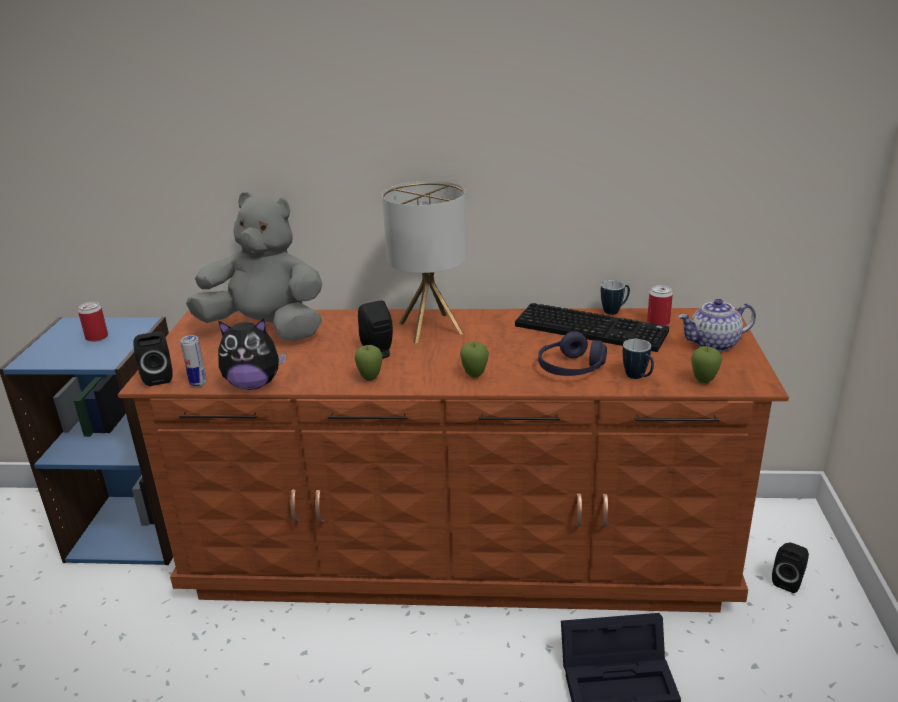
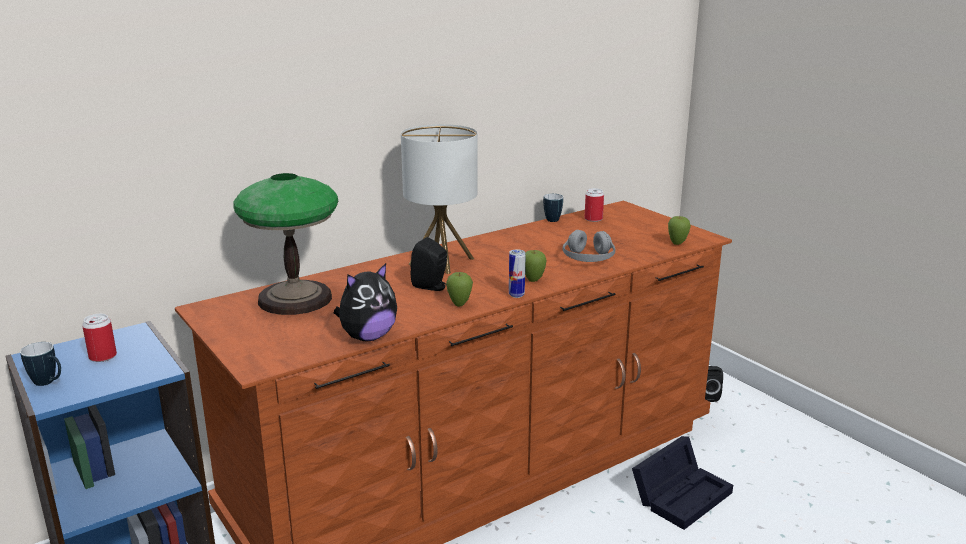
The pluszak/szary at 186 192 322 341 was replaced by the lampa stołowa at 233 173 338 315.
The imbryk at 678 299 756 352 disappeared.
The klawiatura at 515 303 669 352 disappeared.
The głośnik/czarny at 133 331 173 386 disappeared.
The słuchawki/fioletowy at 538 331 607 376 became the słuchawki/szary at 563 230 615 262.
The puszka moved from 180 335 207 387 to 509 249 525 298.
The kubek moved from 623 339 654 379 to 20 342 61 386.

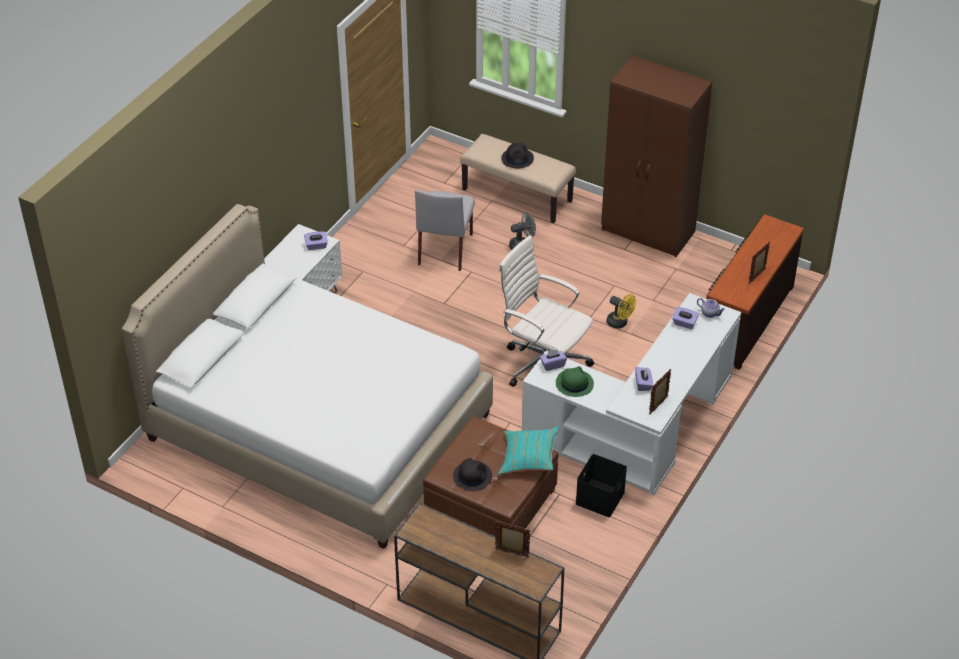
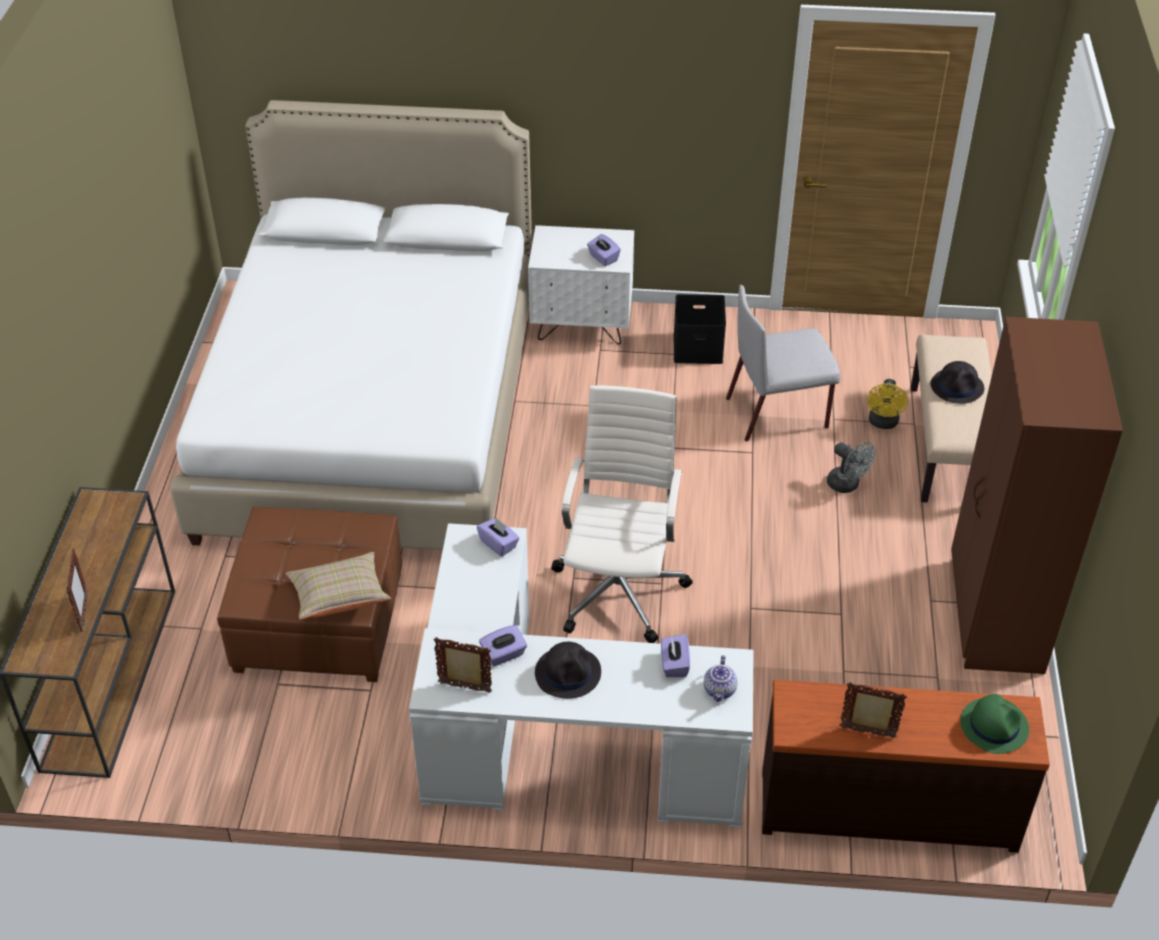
The wentylator/żółty moved from 606 294 636 329 to 867 379 908 429.
The kapelusz/zielony moved from 556 366 594 397 to 960 694 1029 754.
The poduszka/turkusowy at 498 426 559 475 became the poduszka/beżowy at 286 552 391 620.
The pojemnik do przechowywania/czarny moved from 576 454 627 517 to 674 294 726 364.
The kapelusz/czarny moved from 453 458 492 491 to 535 641 601 699.

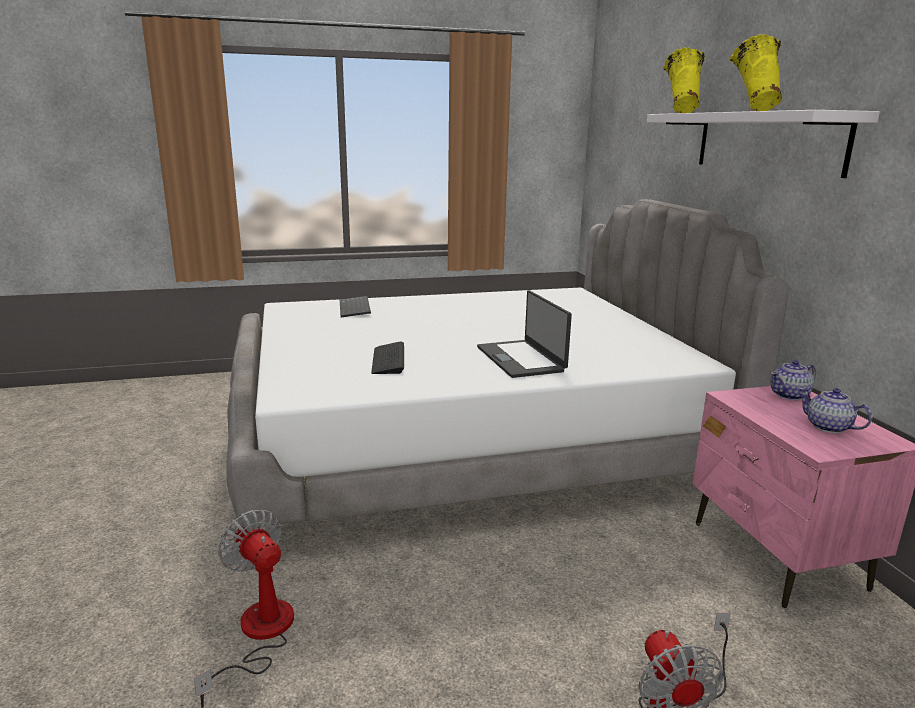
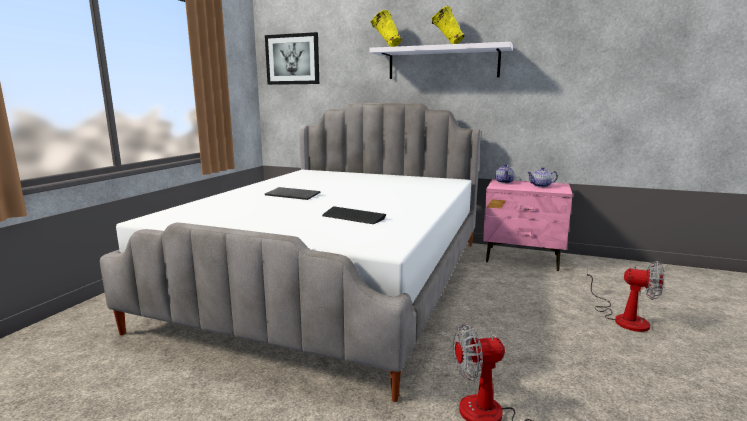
The laptop at 477 290 572 378 disappeared.
The klawiatura moved from 340 296 371 317 to 265 187 321 200.
The obraz at 265 32 319 85 appeared.

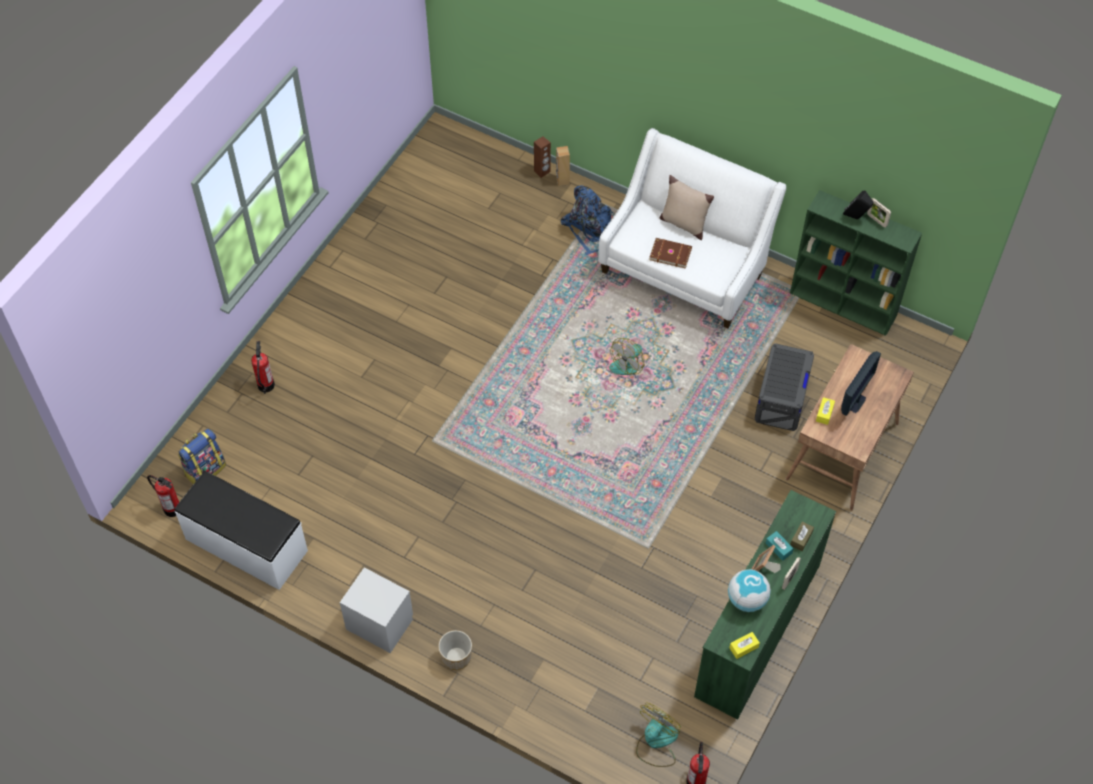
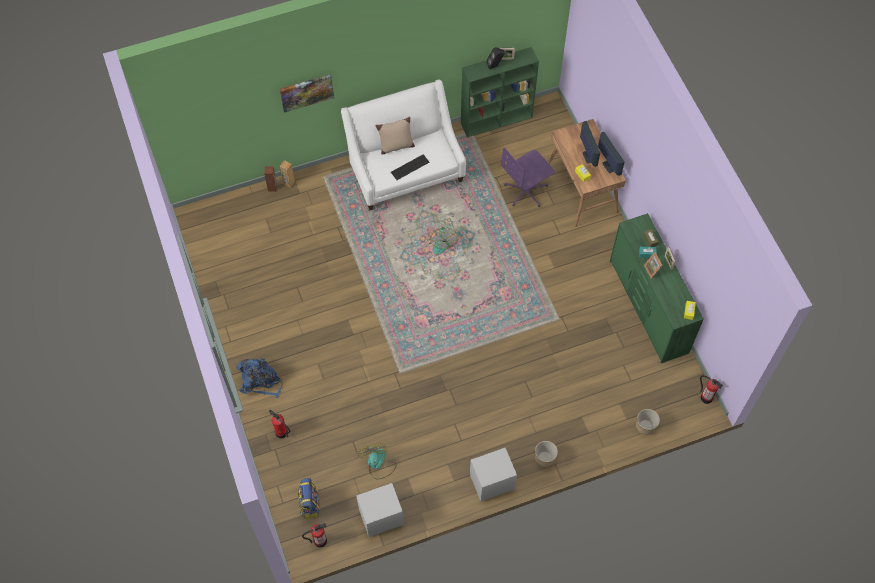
The plecak/niebieski moved from 561 185 613 255 to 236 358 282 398.
The książka/brązowy at 649 238 692 269 was replaced by the klawiatura at 391 154 429 180.
The pojemnik do przechowywania/szary at 755 343 814 431 was replaced by the krzesło biurowe/fioletowy at 501 148 555 207.
The ławka/biały at 175 471 308 590 was replaced by the szafka nocna/szary at 356 483 404 537.
The globus at 728 569 771 612 disappeared.
The wentylator moved from 636 703 681 767 to 357 443 397 479.
The obraz at 280 74 334 113 appeared.
The monitor at 598 132 625 176 appeared.
The donica at 636 409 660 435 appeared.

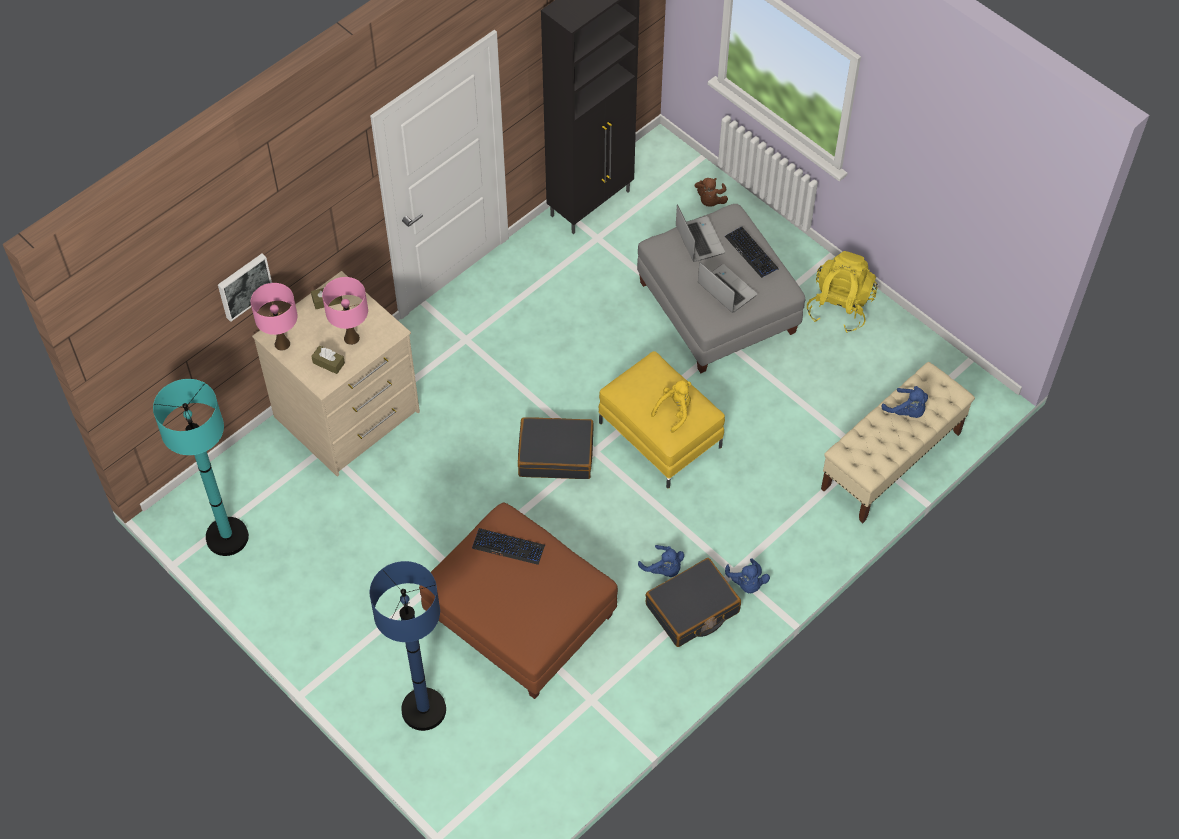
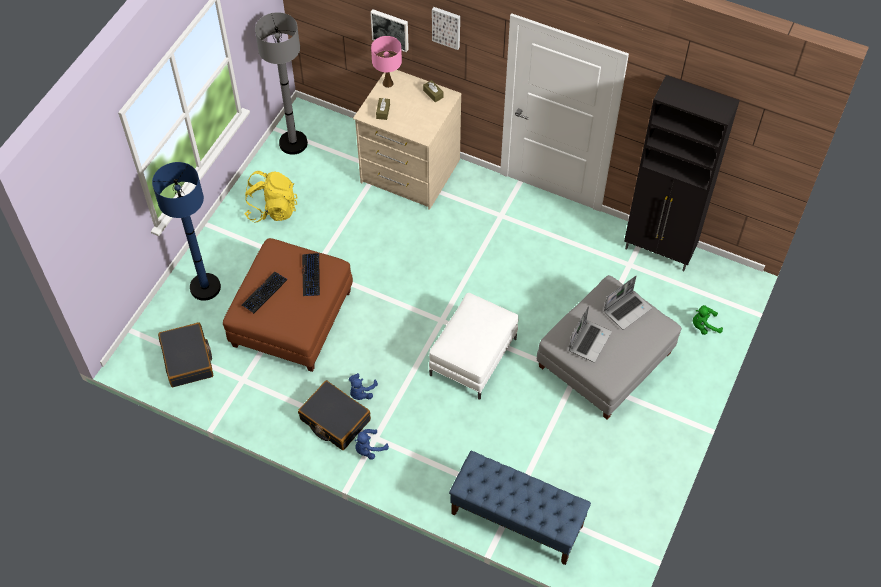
The pluszak/brązowy at 695 178 728 206 became the pluszak/zielony at 693 305 723 335.
The klawiatura moved from 725 227 779 278 to 242 272 287 313.
The plecak/żółty moved from 807 251 878 333 to 245 171 298 223.
The lampa stołowa/różowy at 322 277 368 345 disappeared.
The pufa/żółty at 599 351 725 488 became the pufa/biały at 429 293 518 400.
The ławka/beżowy at 821 362 975 523 became the ławka/niebieski at 449 451 591 565.
The lampa stojąca/turkusowy at 153 379 249 556 became the lampa stojąca/szary at 255 12 308 155.
The pluszak/żółty at 651 380 691 433 disappeared.
The pluszak/niebieski at 882 386 928 418 disappeared.
The walizka/czarny moved from 518 417 593 479 to 158 322 213 387.
The obraz at 432 7 460 50 appeared.

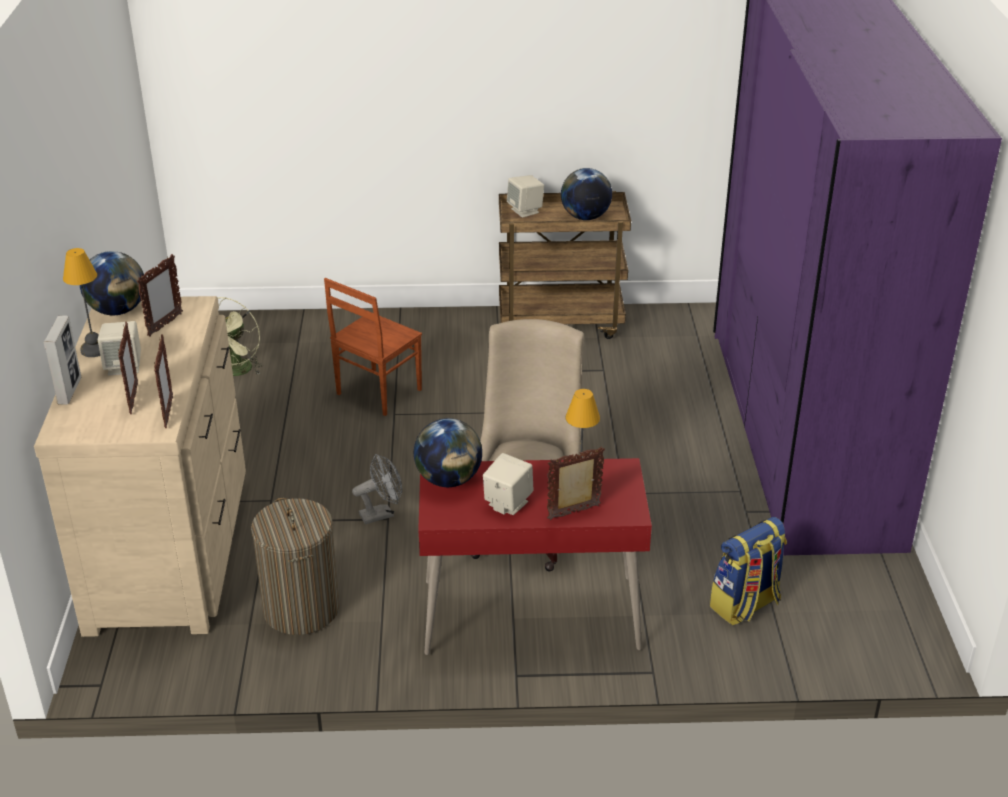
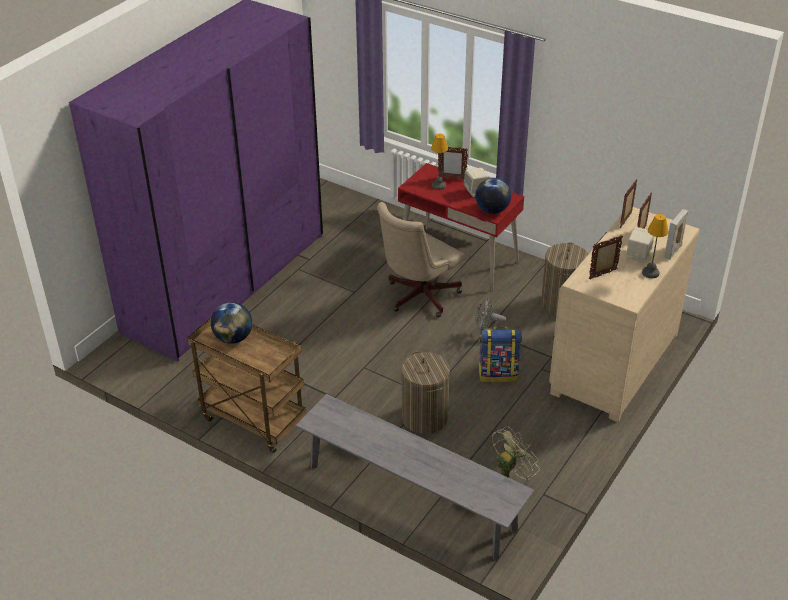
The głośnik/beżowy at 507 175 544 218 disappeared.
The globus at 80 251 144 315 disappeared.
The krzesło/brązowy at 324 278 422 416 was replaced by the kosz na pranie at 401 351 450 434.
The plecak moved from 710 517 787 625 to 478 326 522 383.
The ławka/szary at 296 394 534 559 appeared.

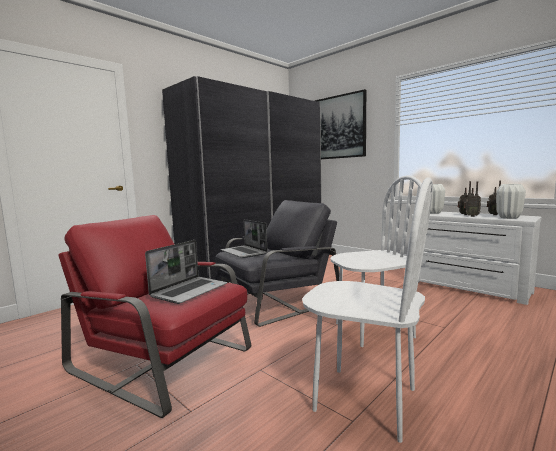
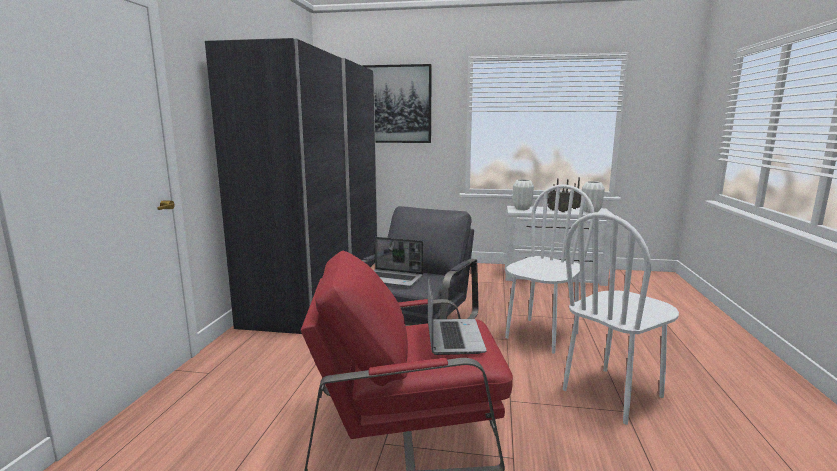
The krzesło/biały at 302 177 433 443 turned 150 degrees clockwise.

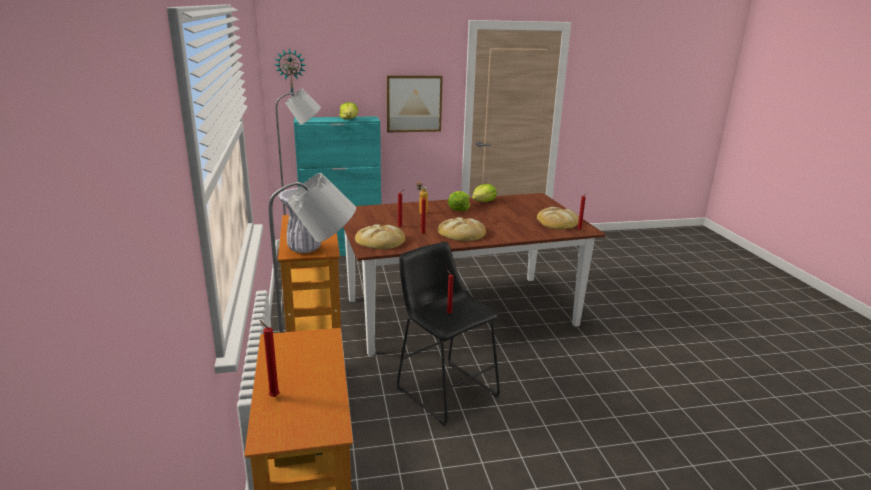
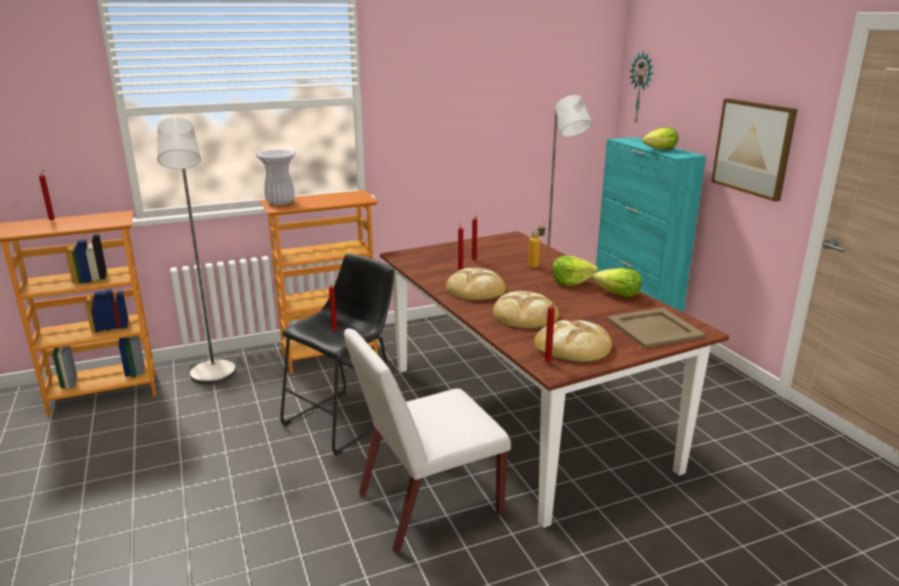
The chleb moved from 355 224 405 249 to 493 291 559 328.
The taca/beżowy at 606 308 705 348 appeared.
The krzesło/biały at 344 328 511 553 appeared.

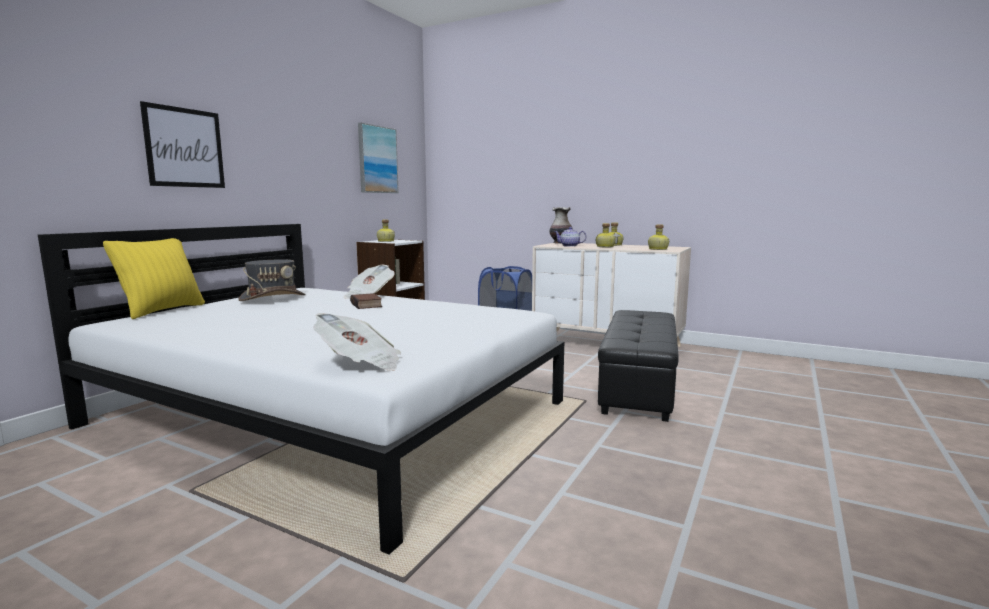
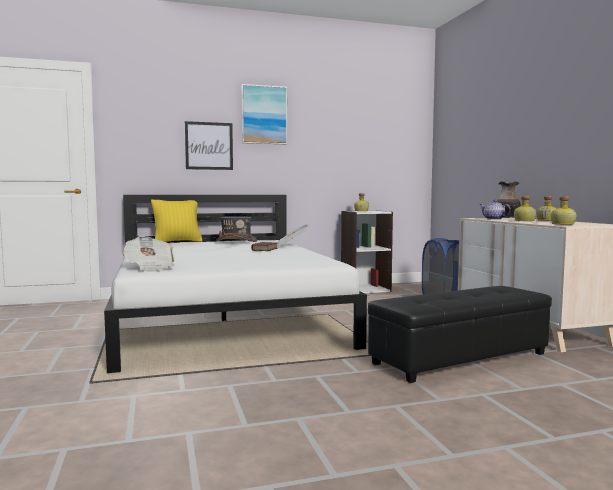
The obraz moved from 358 123 399 193 to 241 84 287 144.

